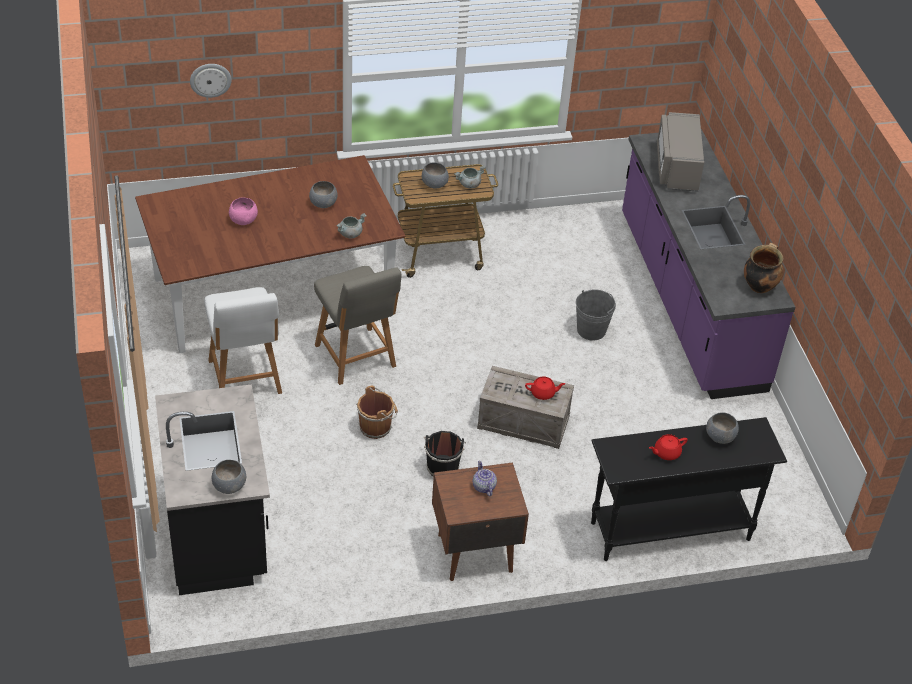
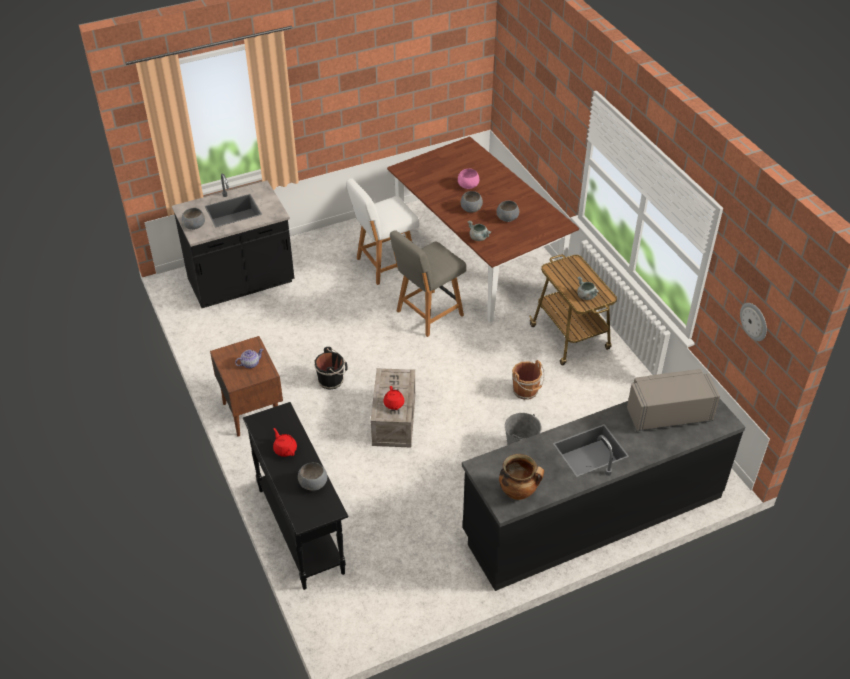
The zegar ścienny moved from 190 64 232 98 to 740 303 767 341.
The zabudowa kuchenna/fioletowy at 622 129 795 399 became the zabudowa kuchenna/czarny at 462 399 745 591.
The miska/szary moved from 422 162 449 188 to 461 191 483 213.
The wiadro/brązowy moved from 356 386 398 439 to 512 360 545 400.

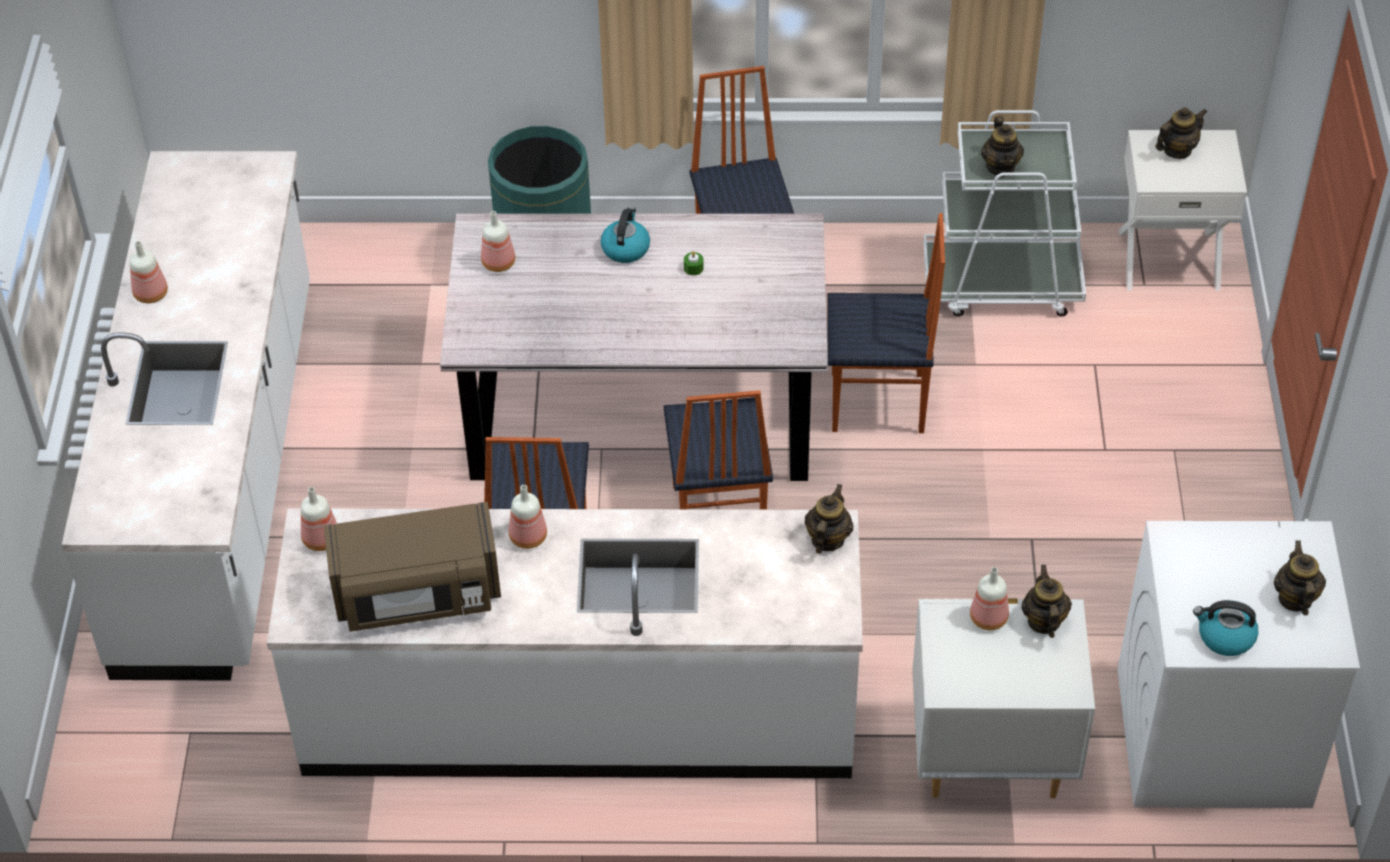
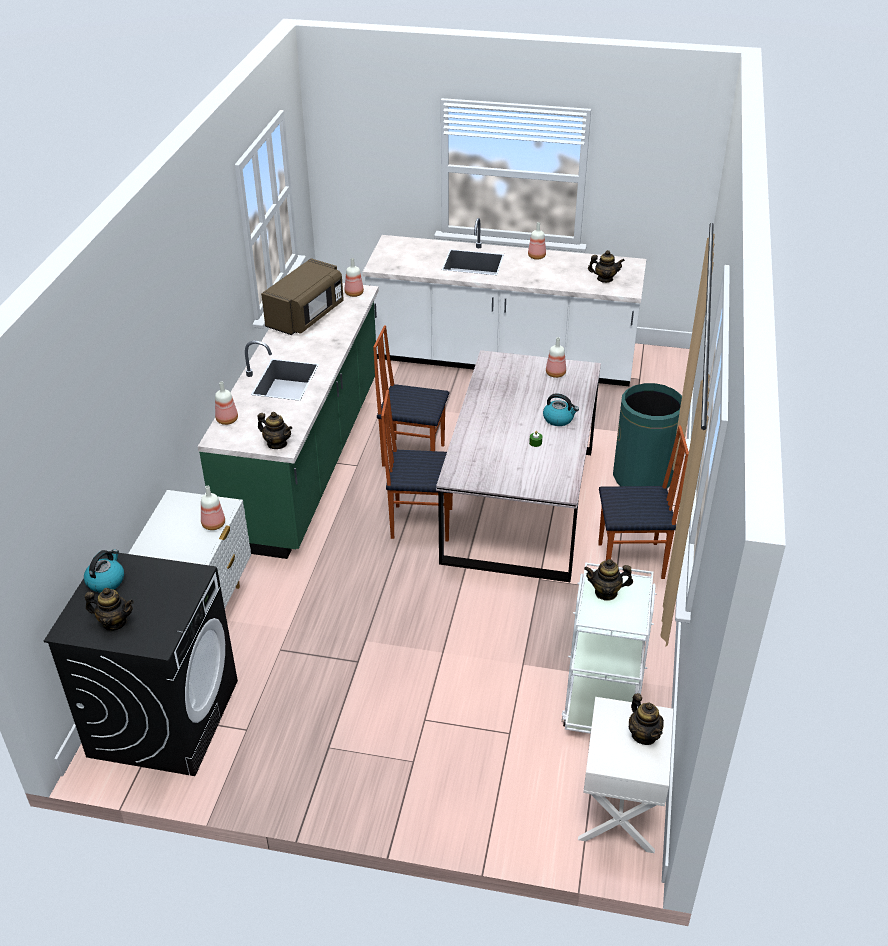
The krzesło at 827 213 945 433 disappeared.
The butelka moved from 509 485 547 549 to 215 381 238 425.
The mikrofalówka/brązowy at 324 502 501 632 turned 150 degrees counterclockwise.
The zabudowa kuchenna/biały at 267 508 863 778 became the zabudowa kuchenna/zielony at 198 283 379 559.
The pralka/biały at 1118 521 1360 808 became the pralka/czarny at 44 550 238 776.
The imbryk moved from 1021 565 1072 638 to 588 250 625 283.

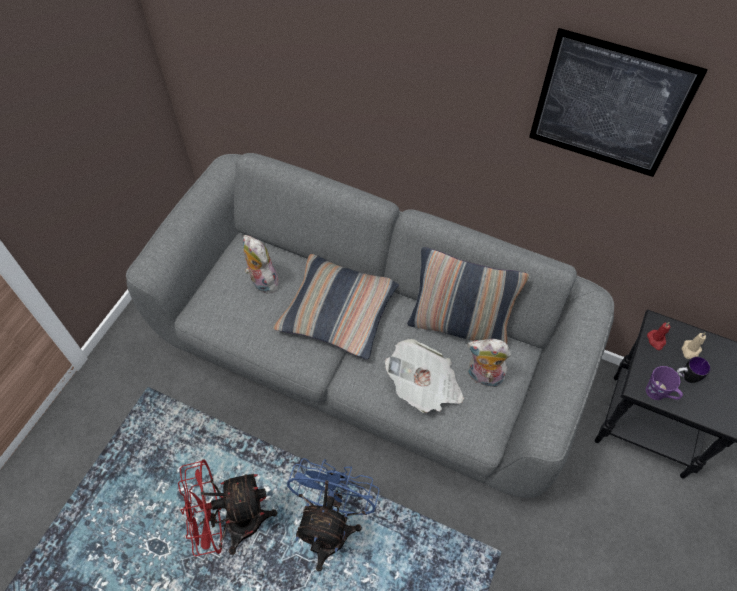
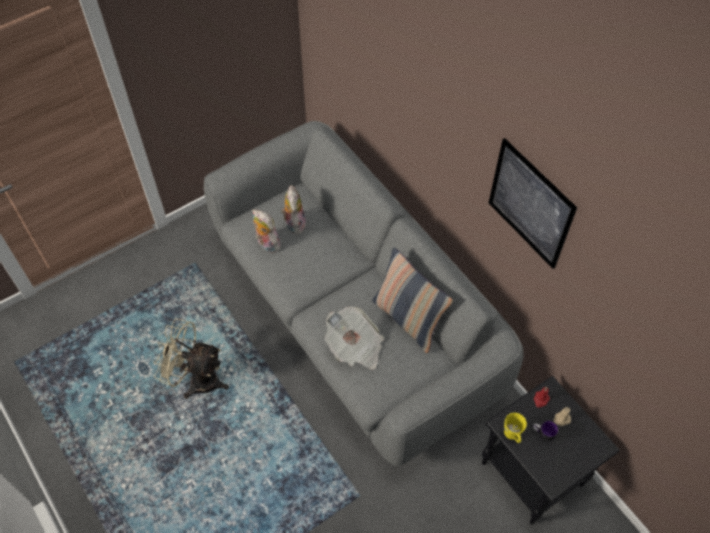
The poduszka at 273 254 399 359 disappeared.
The pluszak moved from 468 339 511 387 to 252 209 280 253.
The kubek/fioletowy at 646 366 683 400 became the kubek/żółty at 504 413 527 443.
The wentylator/niebieski at 287 458 380 571 disappeared.
The wentylator/czerwony at 178 459 278 556 became the wentylator/beżowy at 153 318 229 399.

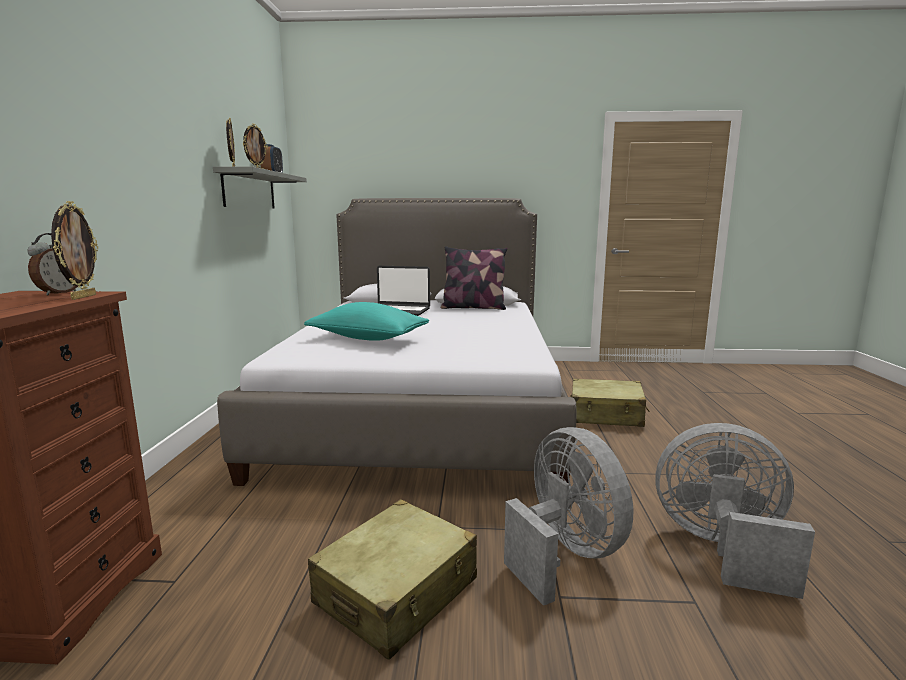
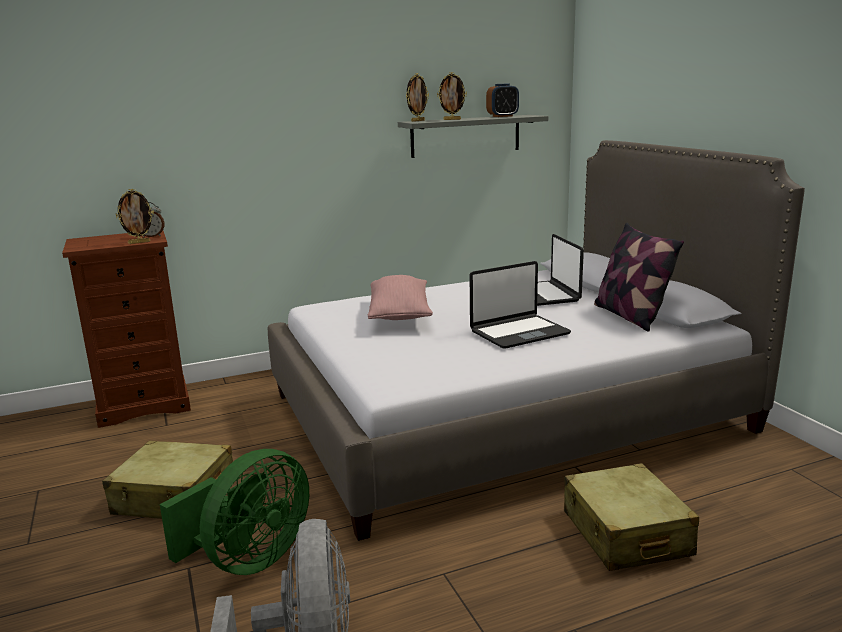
The poduszka/turkusowy at 304 302 429 341 became the poduszka/różowy at 368 275 433 320.
The wentylator/szary at 504 427 633 606 became the wentylator/zielony at 160 449 309 575.
The laptop at 470 261 571 349 appeared.

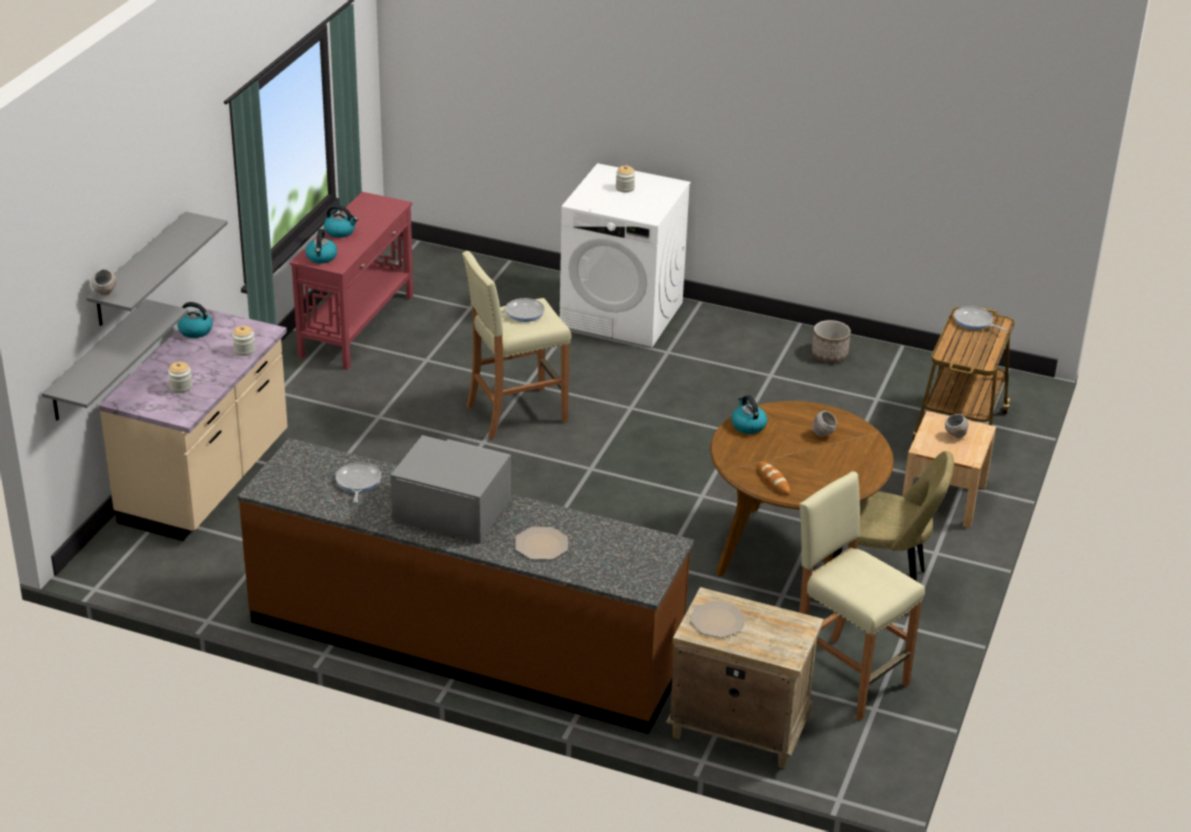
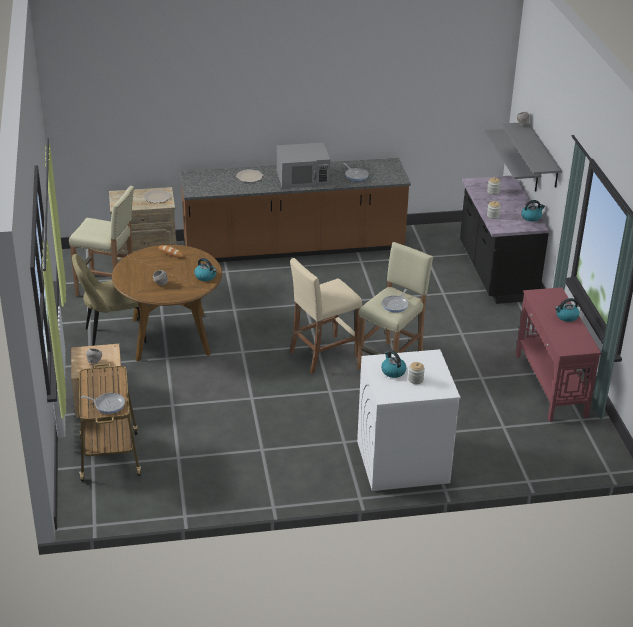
The czajnik moved from 305 229 337 263 to 381 351 407 378.
The zabudowa kuchenna/beżowy at 99 309 288 541 became the zabudowa kuchenna/czarny at 460 175 549 304.
The donica at 812 320 851 362 disappeared.
The stołek/beżowy at 289 258 362 374 appeared.

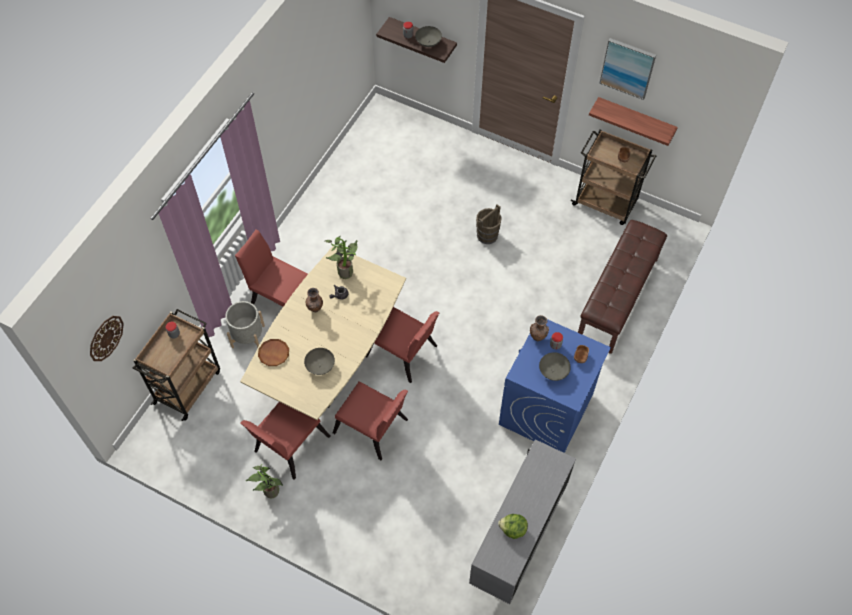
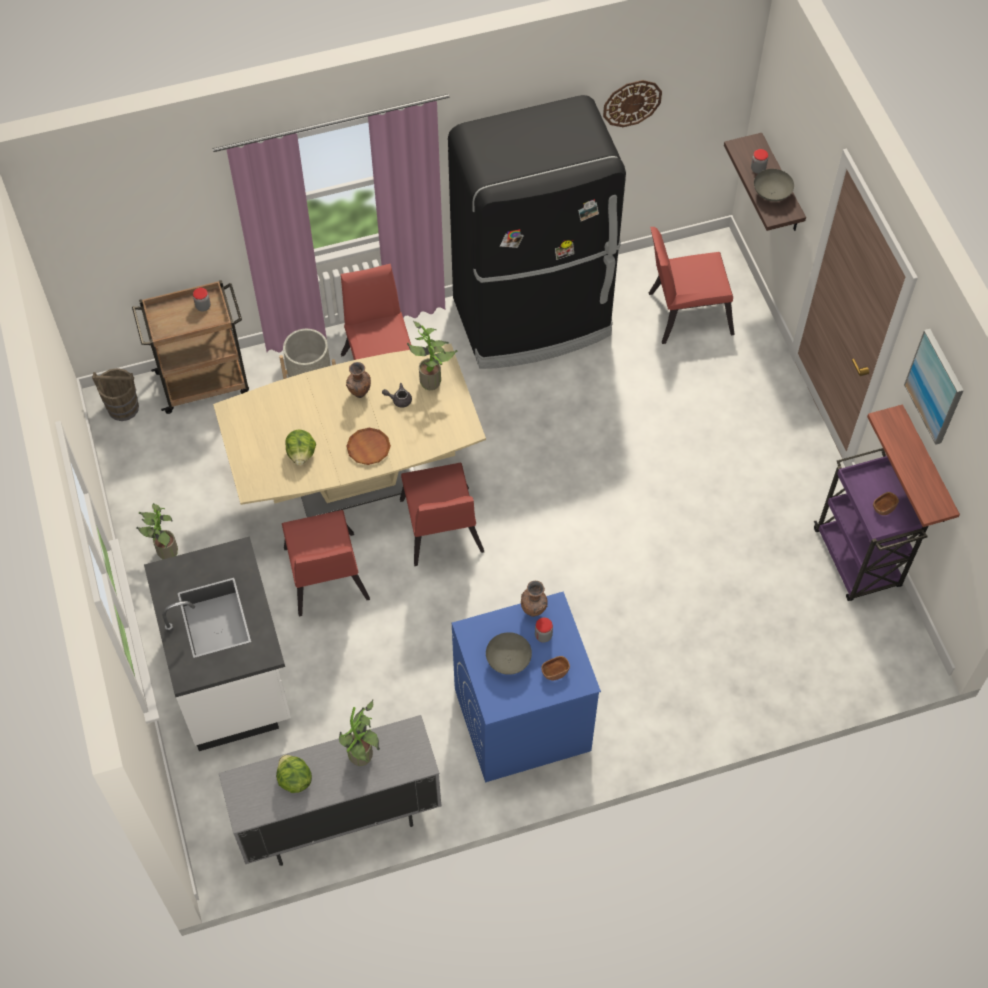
The wózek/brązowy at 571 130 656 225 became the wózek/fioletowy at 814 448 928 601.
The wiadro/brązowy moved from 476 204 502 244 to 92 368 139 421.
The ławka/brązowy at 578 220 667 354 disappeared.
The zegar ścienny moved from 90 316 124 361 to 603 80 662 127.
The talerz/brązowy moved from 258 339 289 366 to 346 428 391 465.
The miska/szary at 304 348 335 375 was replaced by the sałata at 285 430 316 465.
The krzesło/czerwony moved from 240 402 331 480 to 649 227 735 344.
The lodówka/czarny at 448 95 626 369 appeared.
The zabudowa kuchenna/biały at 144 536 291 751 appeared.
The roślina doniczkowa at 339 699 380 766 appeared.

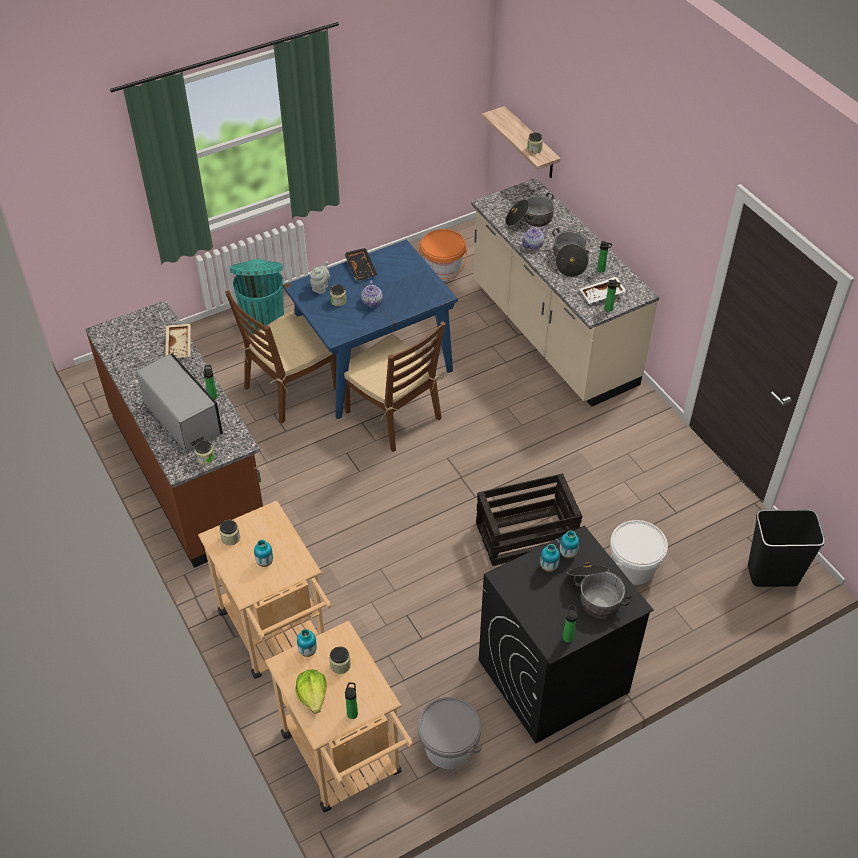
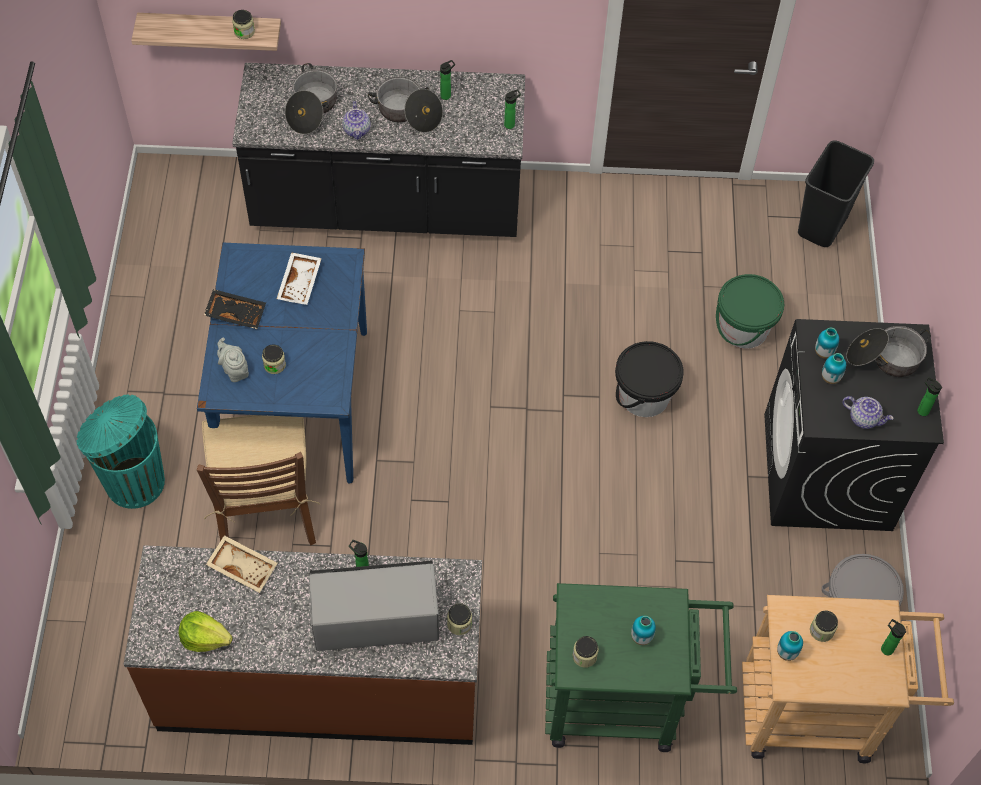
The zabudowa kuchenna/beżowy at 471 178 659 407 became the zabudowa kuchenna/czarny at 232 63 525 237.
The wiadro/pomarańczowy at 418 229 467 281 disappeared.
The taca/biały moved from 580 276 626 304 to 277 252 322 305.
The imbryk moved from 361 280 383 308 to 843 396 894 429.
The krzesło/brązowy at 344 321 446 452 disappeared.
The skrzynka at 476 473 582 566 was replaced by the wiadro/czarny at 615 341 684 417.
The wózek/beżowy at 198 500 331 679 became the wózek/zielony at 545 583 737 752.
The wiadro/biały at 610 520 668 585 became the wiadro/zielony at 716 274 784 349.
The sałata moved from 295 669 327 714 to 178 611 233 652.

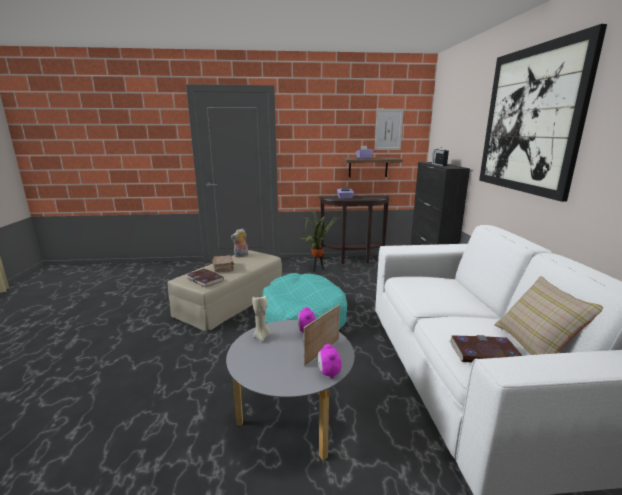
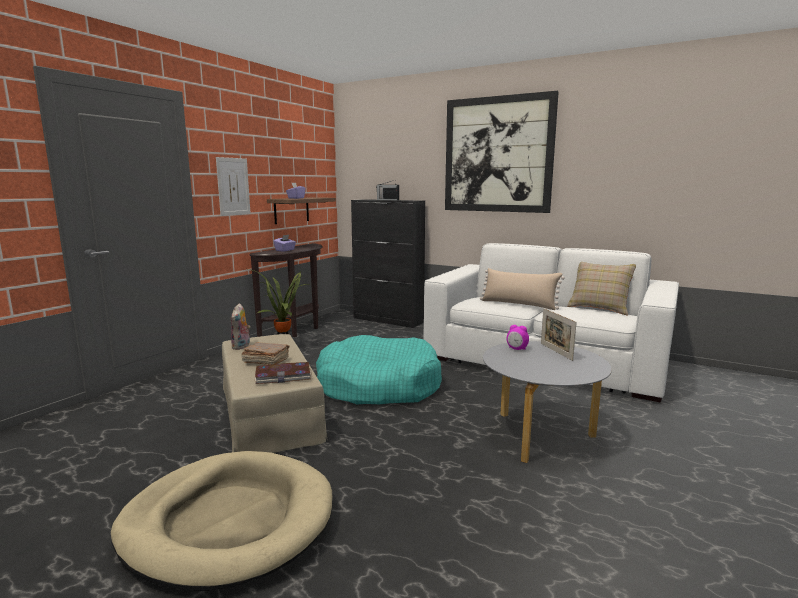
The obraz moved from 375 109 404 150 to 216 157 251 216.
The świeca/beżowy at 252 295 270 342 disappeared.
The książka at 449 335 522 363 disappeared.
The budzik at 318 344 341 379 disappeared.
The poduszka/beżowy at 480 268 565 310 appeared.
The legowisko/beżowy at 111 451 332 591 appeared.

